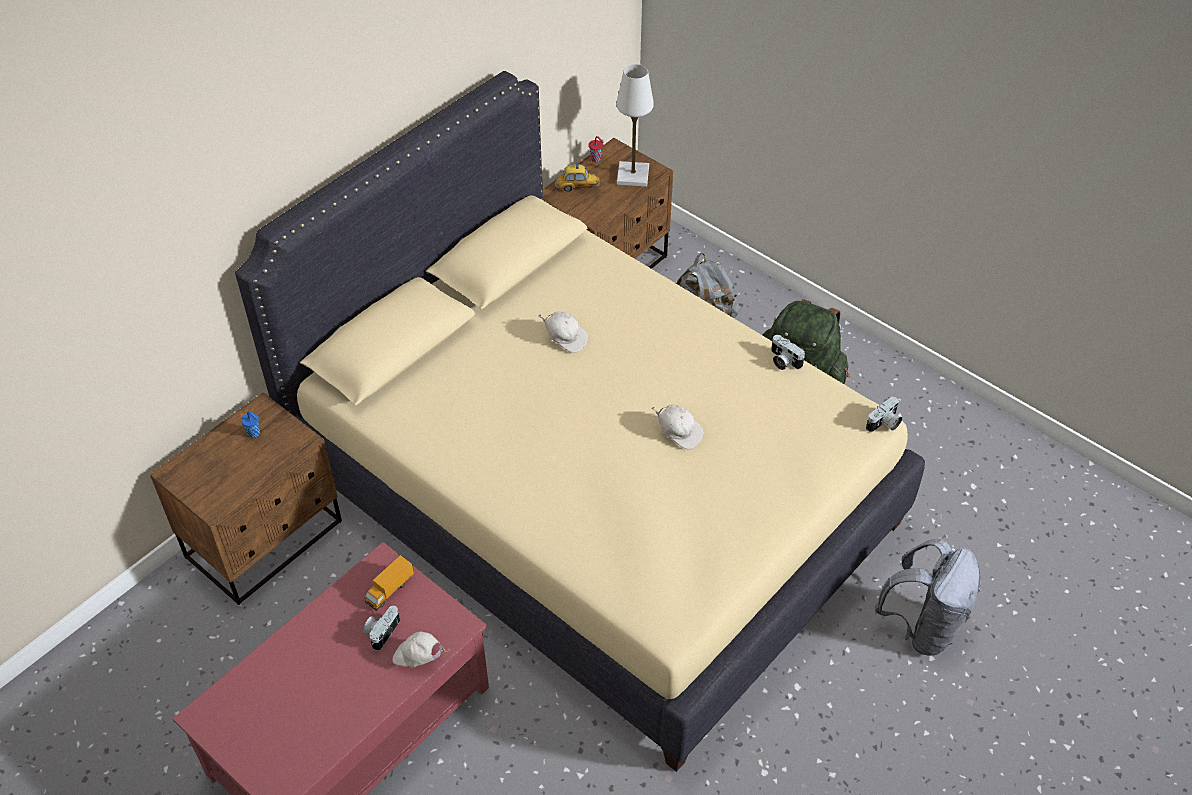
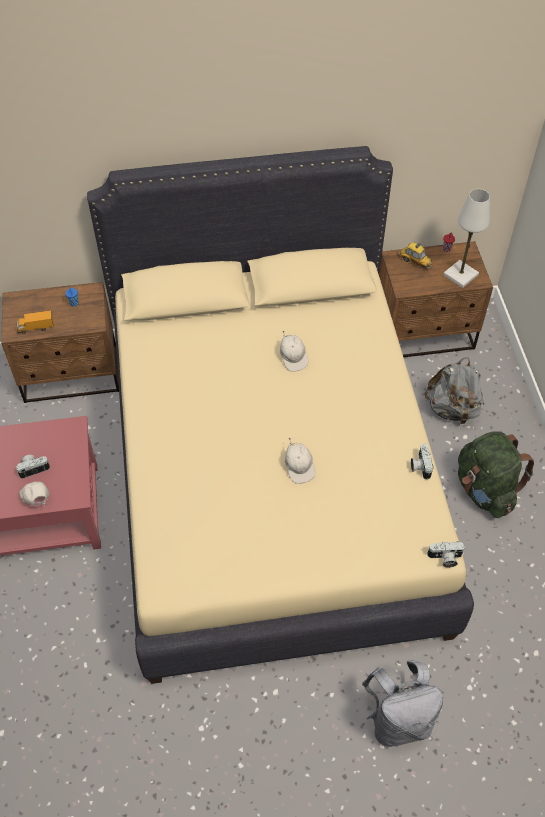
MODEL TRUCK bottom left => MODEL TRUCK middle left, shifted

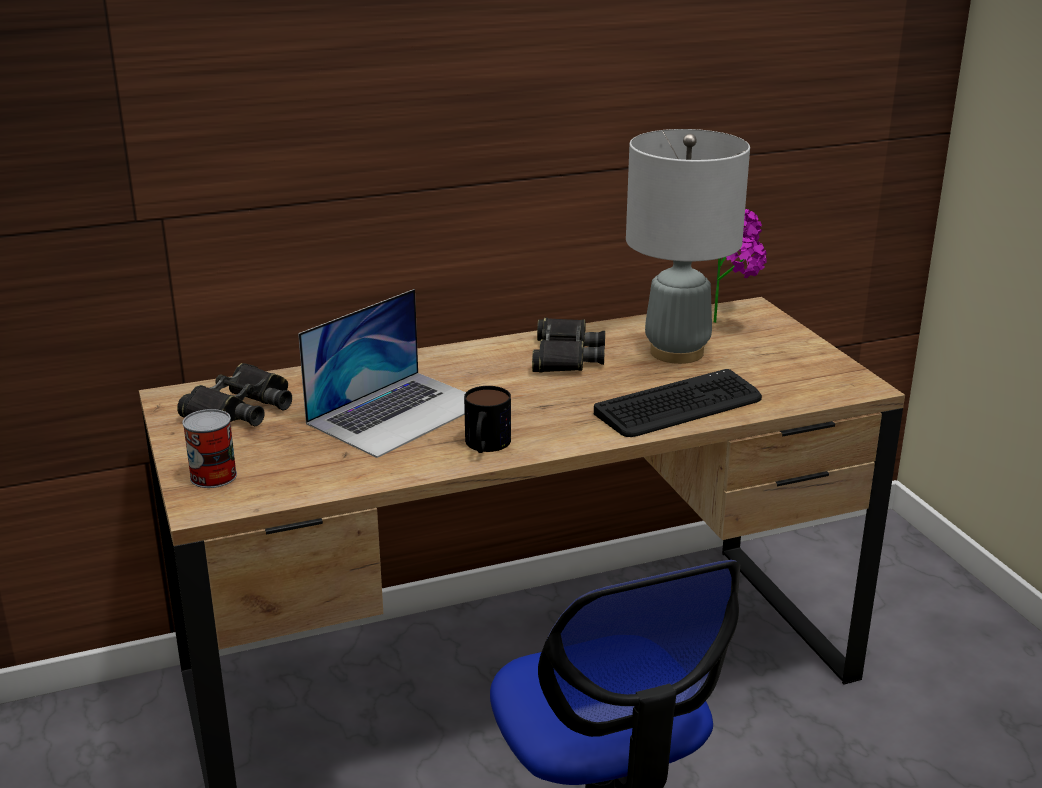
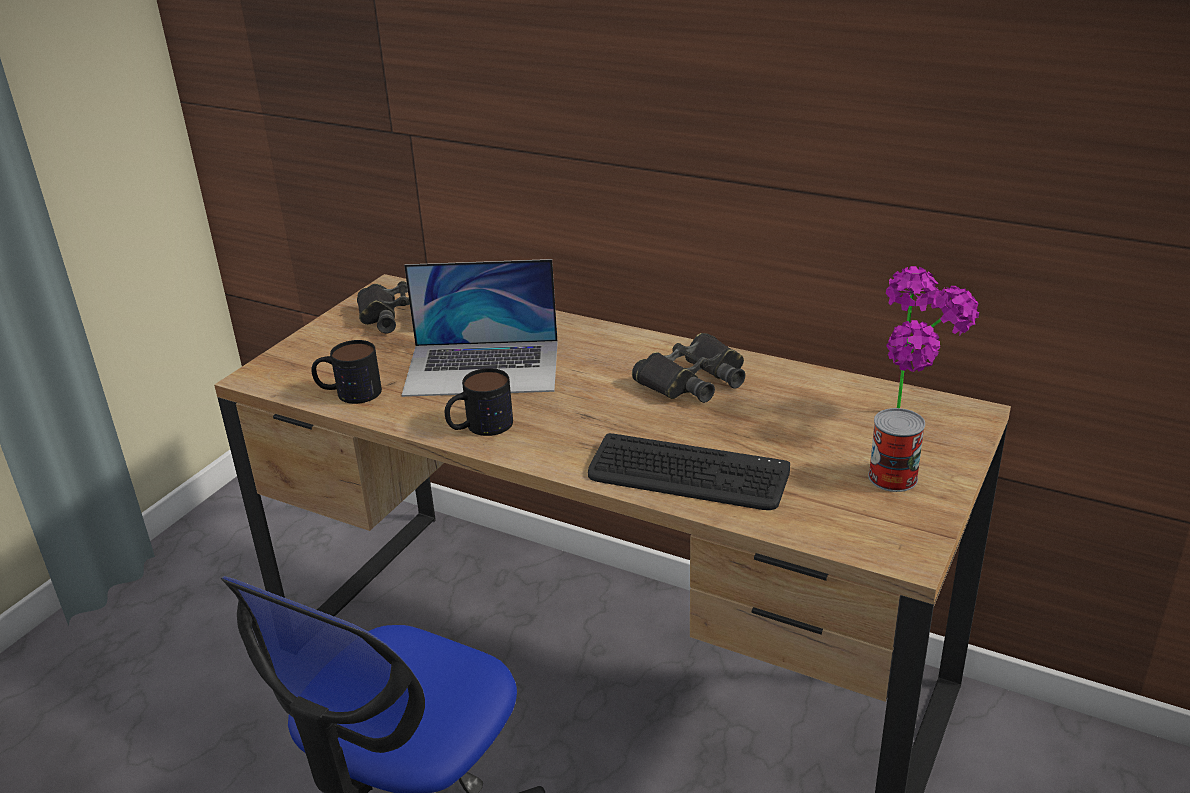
nothing => MUG (no. 1 from left) middle left
METAL CAN middle left => METAL CAN middle right, shifted
GREYISH LAMP FOR A TABLE top centre => nothing

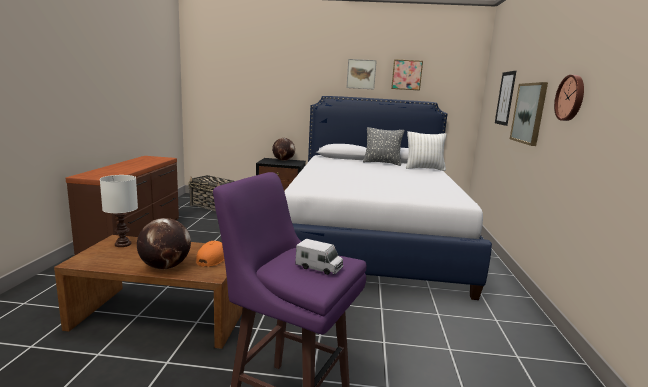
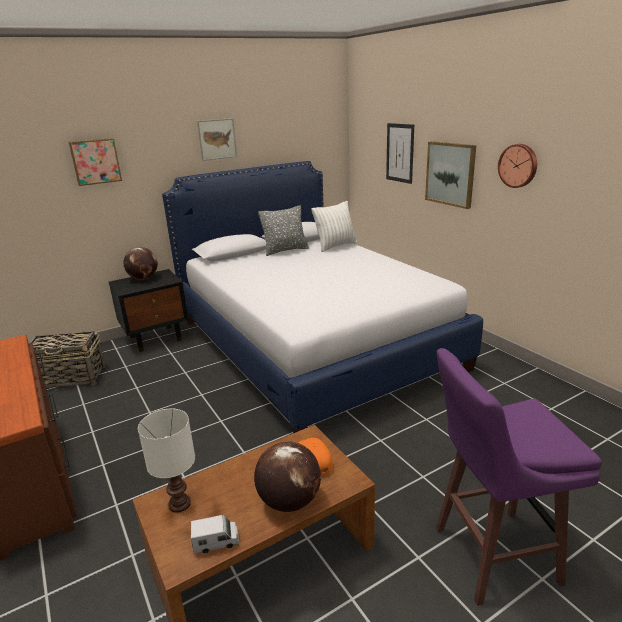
WALL PICTURE (no. 2 from left in the first image) top centre => WALL PICTURE (no. 1 from left) top left, shifted
MODEL TRUCK centre => MODEL TRUCK bottom centre, shifted

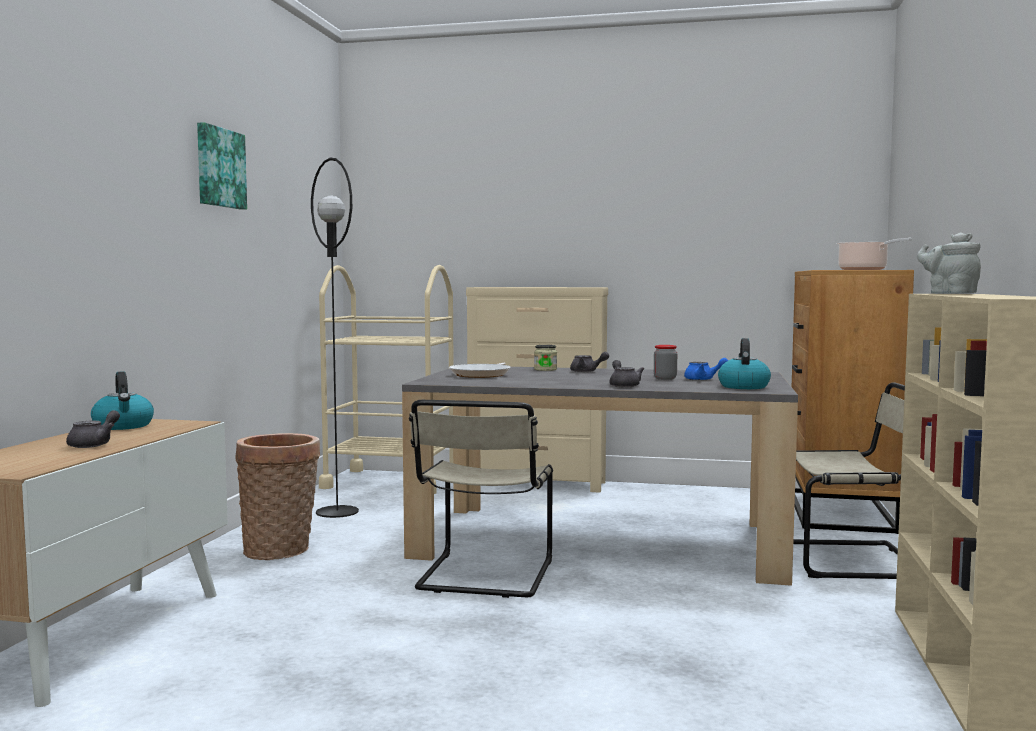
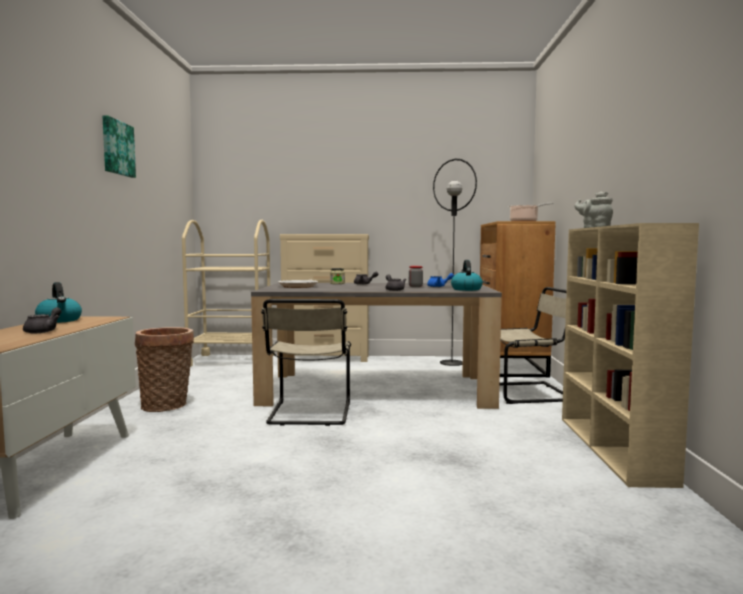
BLACK-COLOURED STANDING LAMP middle left => BLACK-COLOURED STANDING LAMP centre, shifted

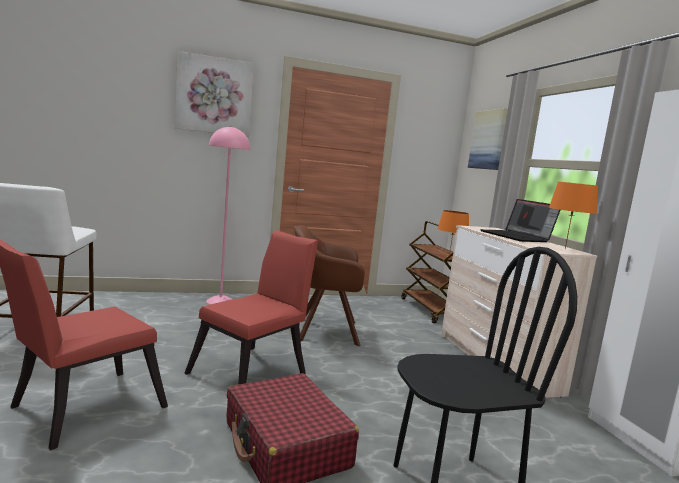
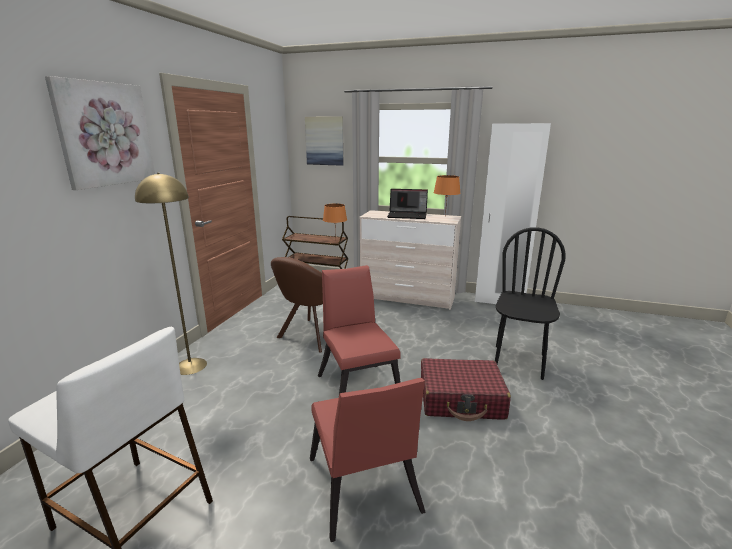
PINK-COLOURED STANDING LAMP centre => YELLOW-COLOURED STANDING LAMP middle left

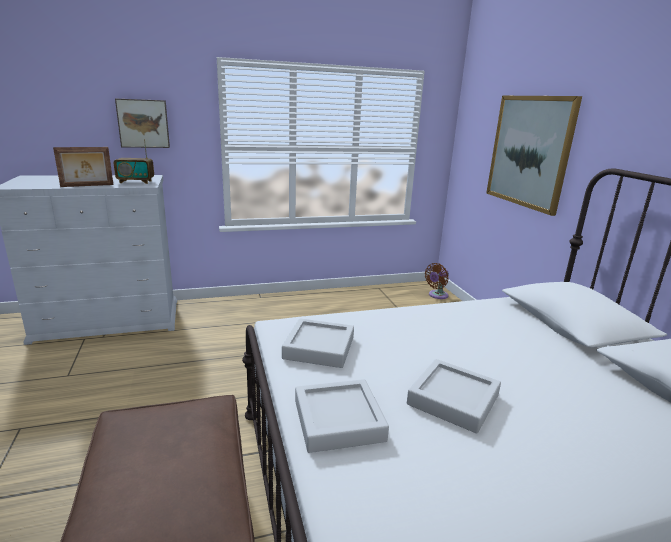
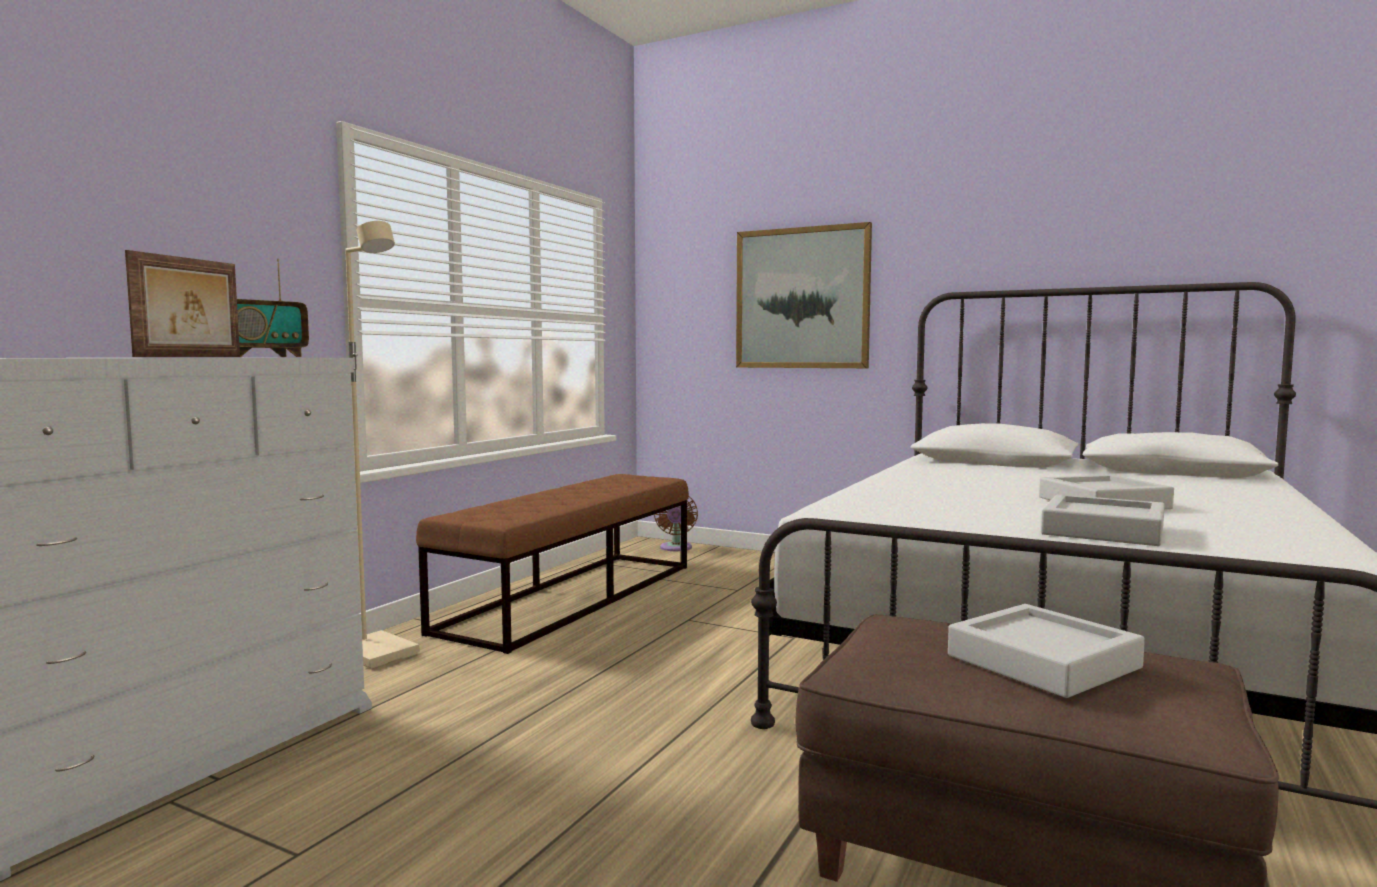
nothing => BEIGE-COLOURED STANDING LAMP middle left
nothing => BROWN LONG SEAT centre
GREYISH CARRYING TRAY (no. 1 from left) centre => GREYISH CARRYING TRAY (no. 1 from left) bottom right, shifted
WALL PICTURE (no. 1 from left) top left => nothing

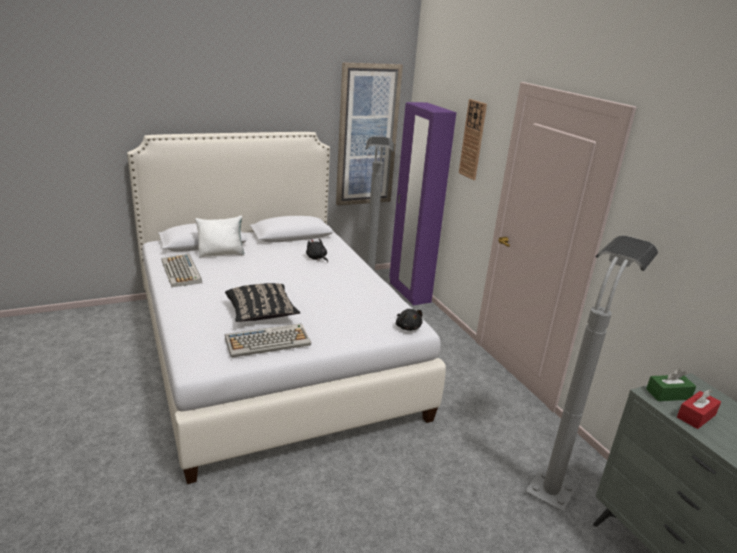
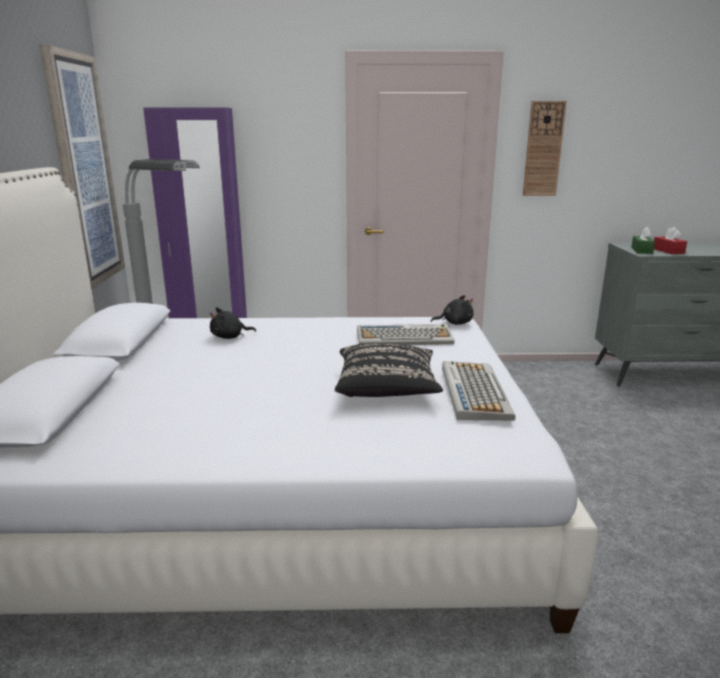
KEYBOARD (no. 1 from left) middle left => KEYBOARD (no. 1 from left) centre, shifted
CLOCK ON THE WALL top centre => CLOCK ON THE WALL top right, shifted
WHITE CUSHION middle left => nothing
GREYISH STANDING LAMP (no. 2 from left) bottom right => nothing

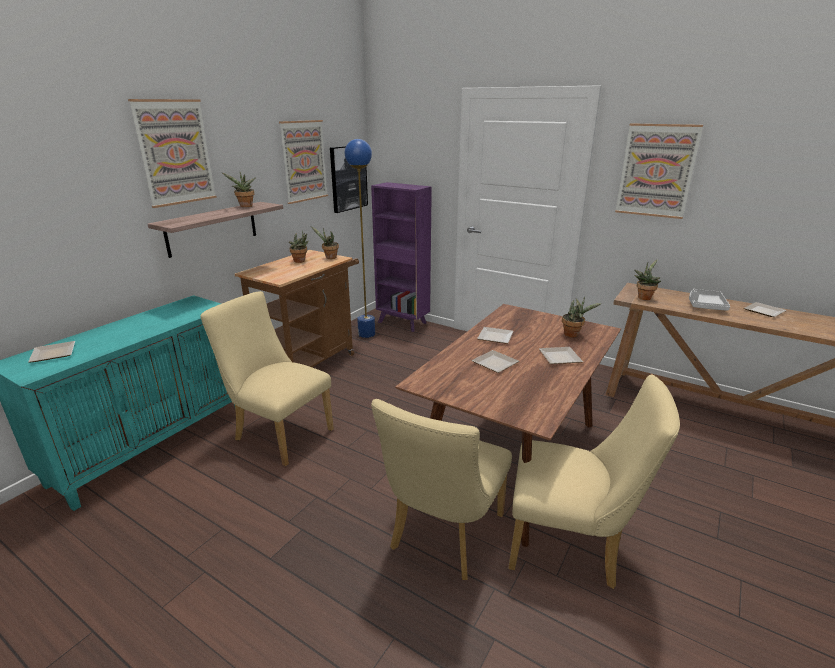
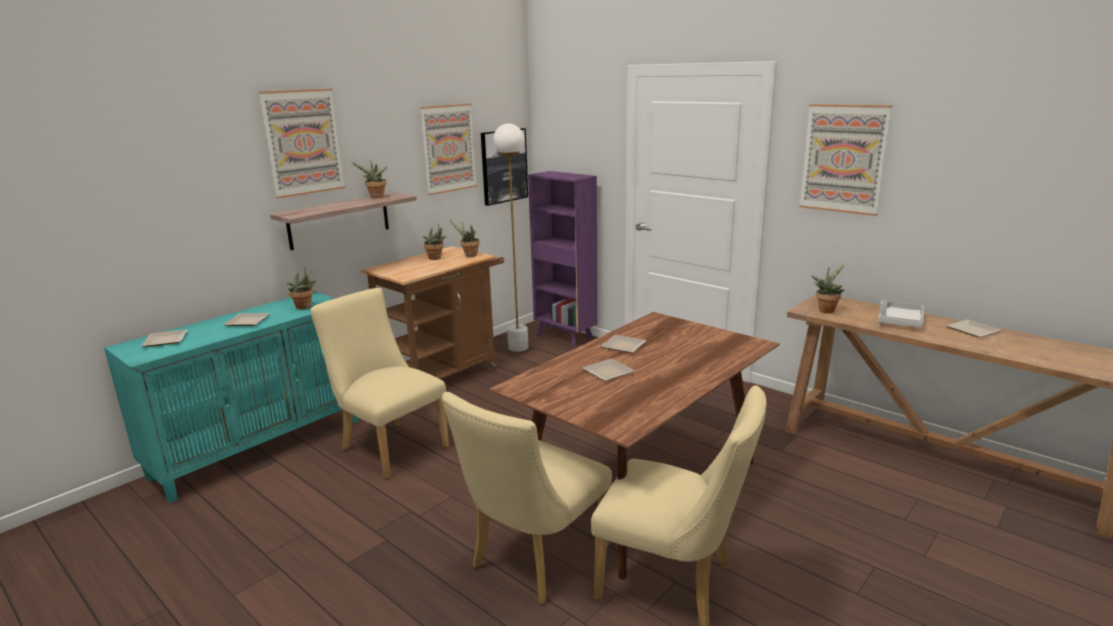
PLATE (no. 4 from left in the first image) middle right => PLATE (no. 2 from left) middle left, shifted
PLANT IN A POT (no. 4 from left in the first image) middle right => PLANT IN A POT (no. 1 from left) middle left, shifted
BLUE-COLOURED STANDING LAMP centre => WHITE STANDING LAMP centre

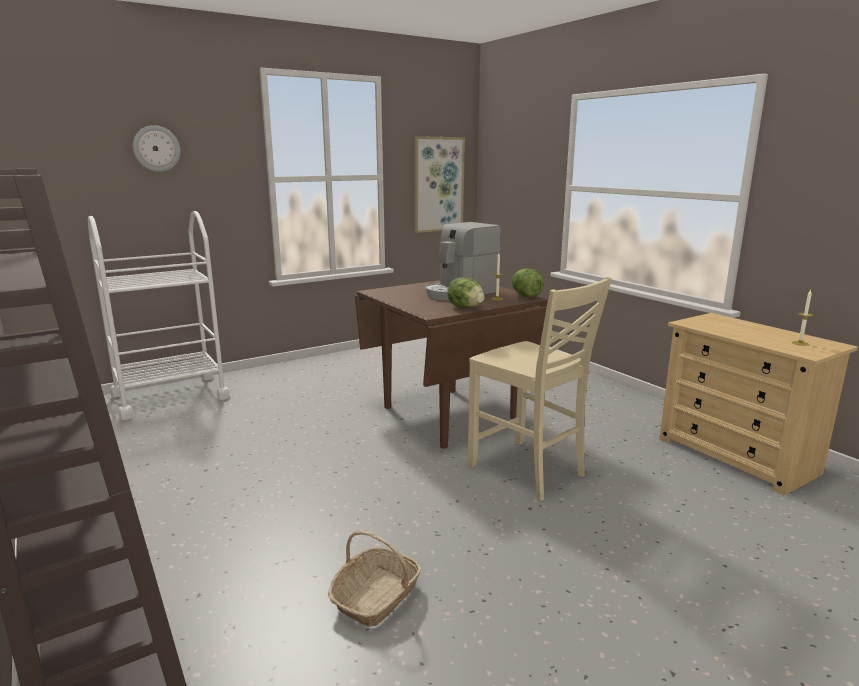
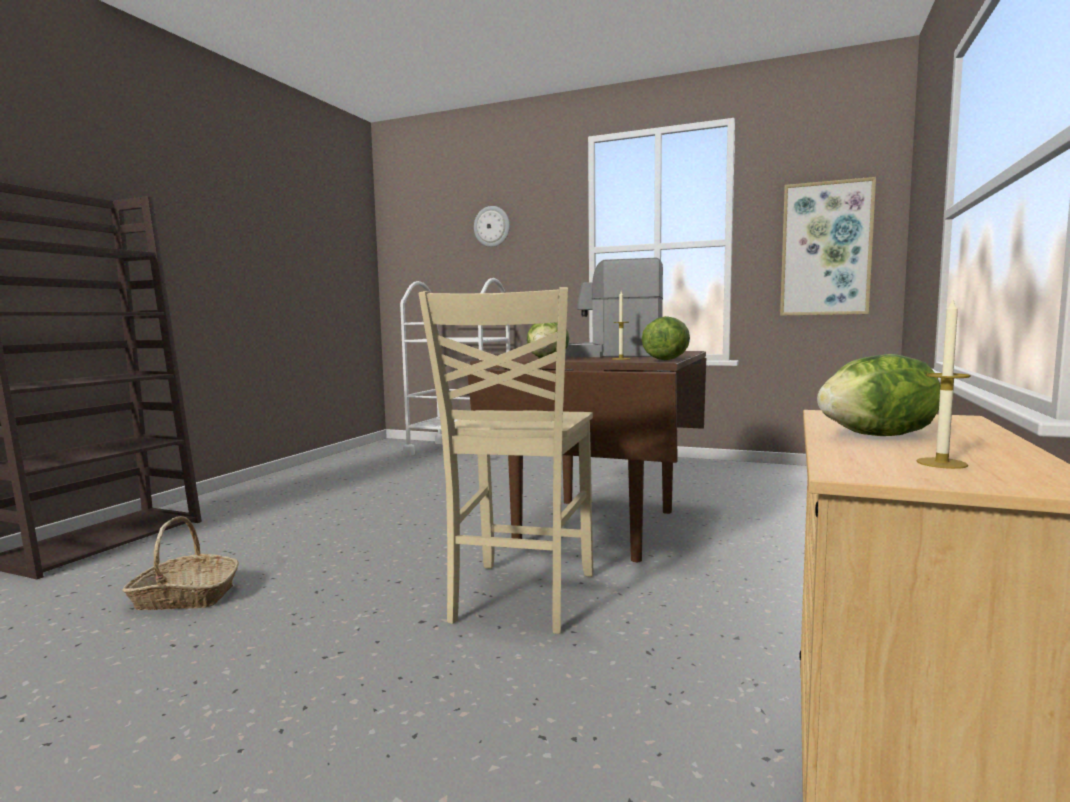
nothing => HEAD OF LETTUCE (no. 3 from left) middle right

